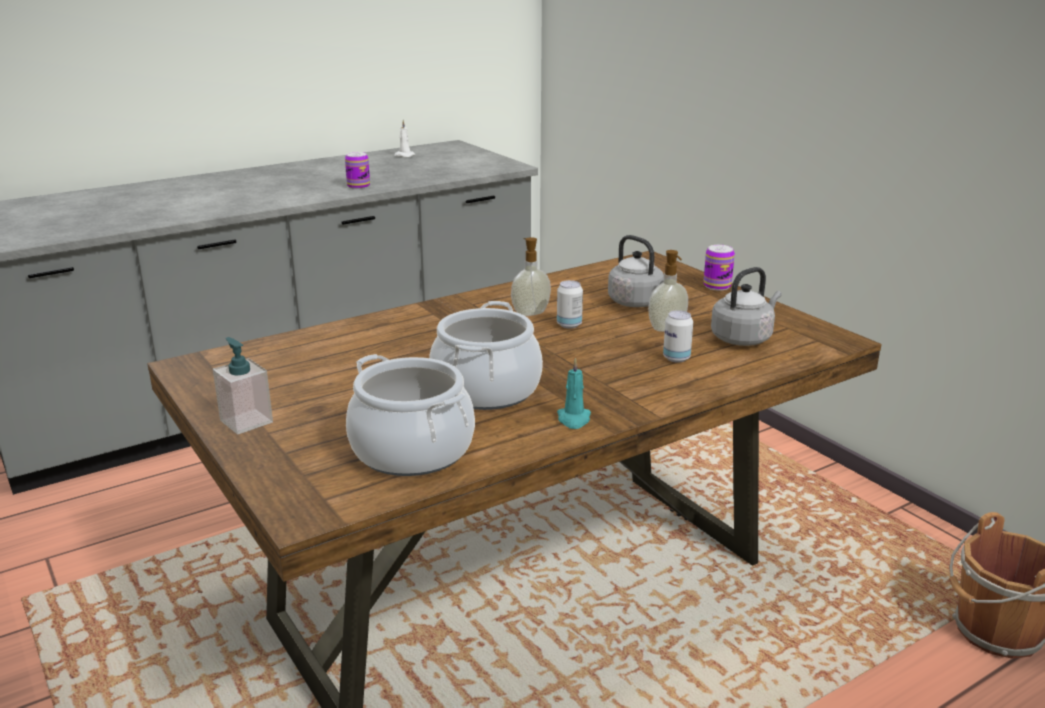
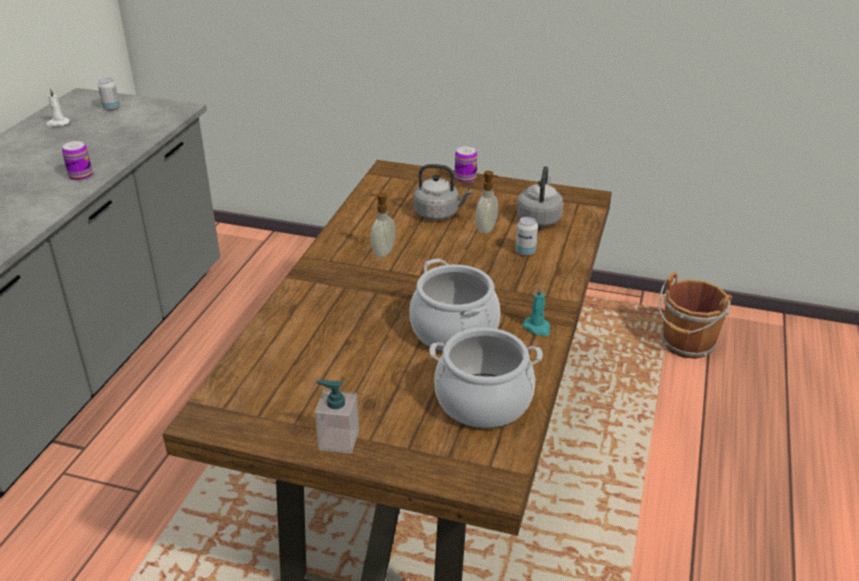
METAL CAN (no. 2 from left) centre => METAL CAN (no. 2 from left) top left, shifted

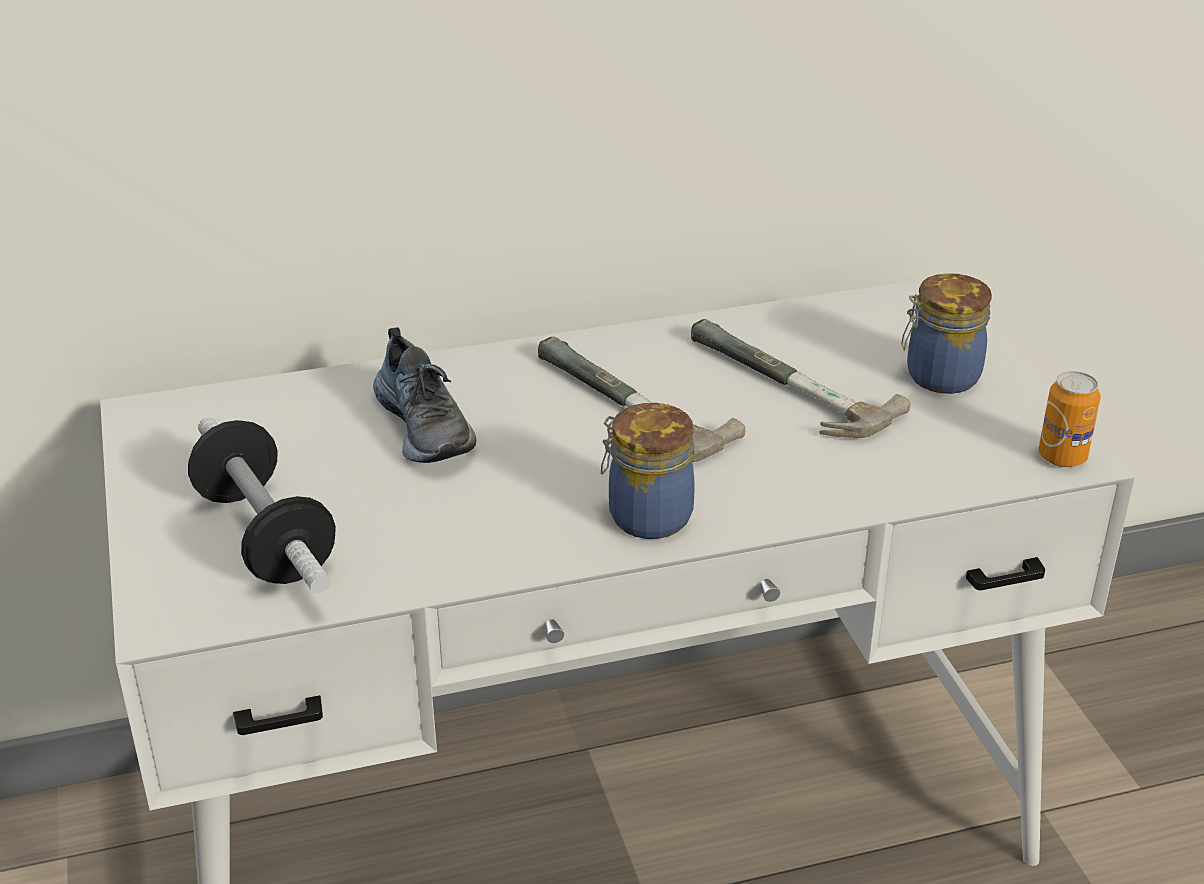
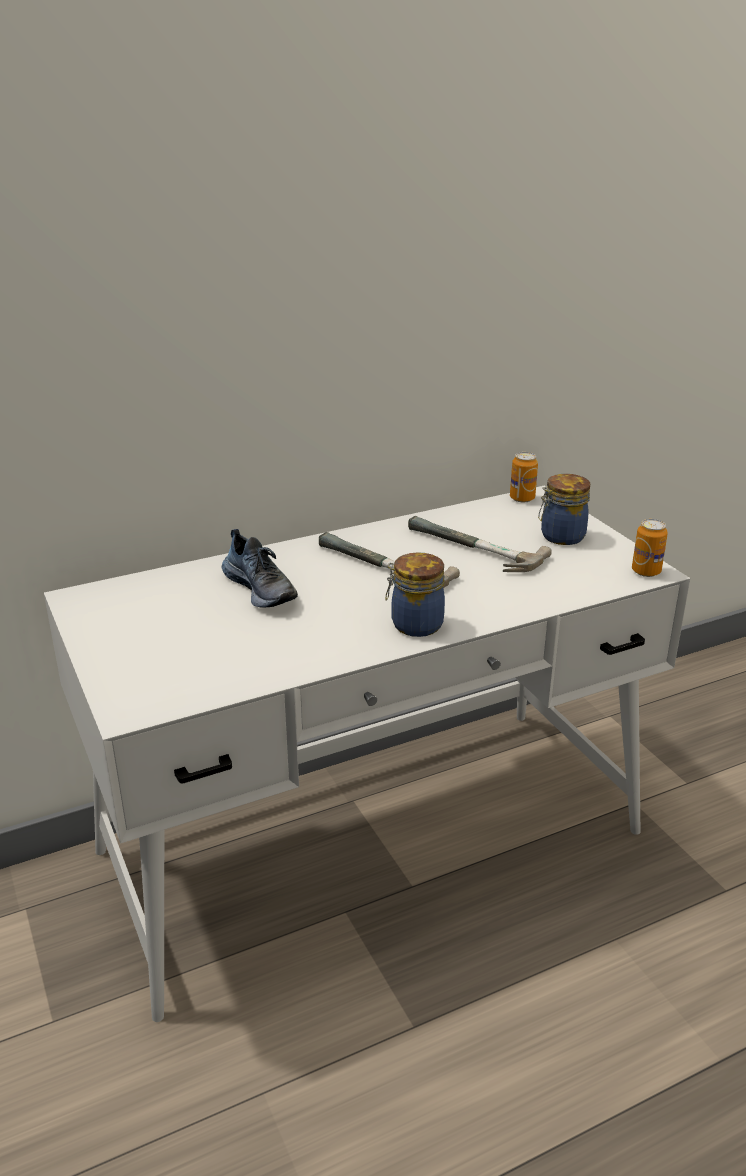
nothing => METAL CAN (no. 1 from left) middle right
FREE WEIGHT middle left => nothing

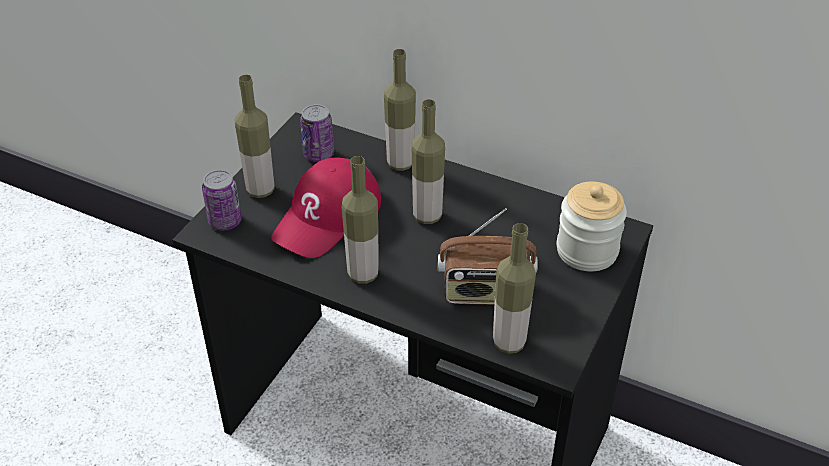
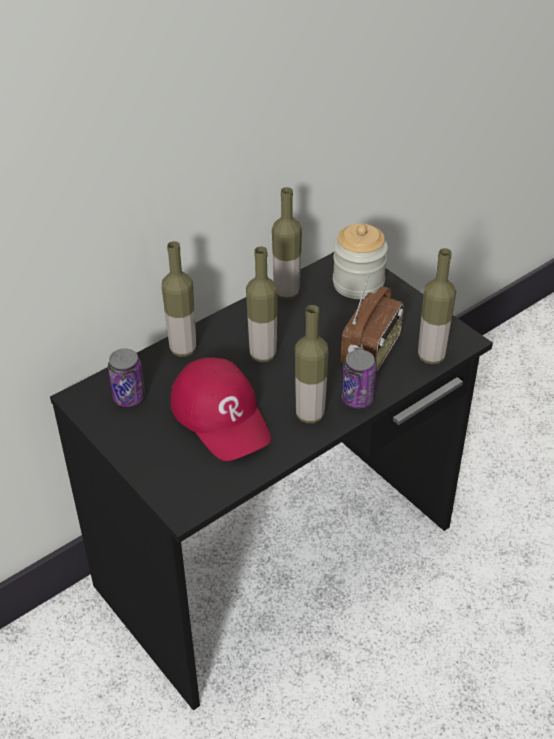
BOTTLE (no. 1 from left in the first image) top left => BOTTLE (no. 3 from left) top centre, shifted
METAL CAN (no. 1 from left in the first image) middle left => METAL CAN (no. 2 from left) centre, shifted

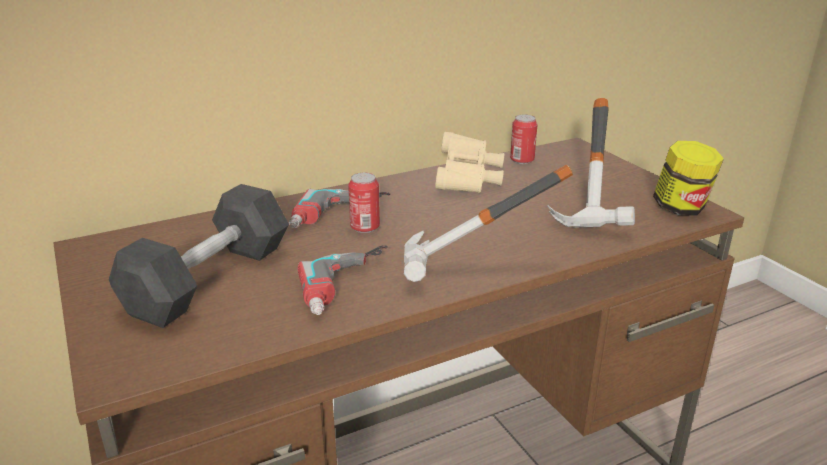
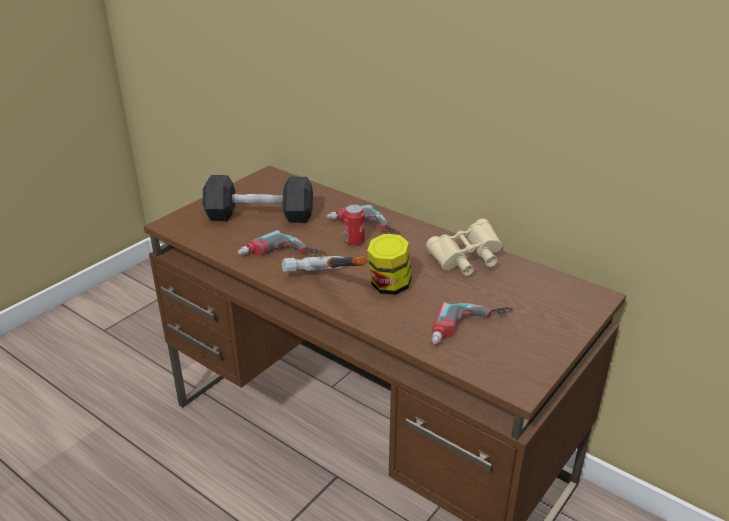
PRESERVE JAR middle right => PRESERVE JAR centre, shifted
HAMMER (no. 2 from left) middle right => DRILL (no. 3 from left) centre
METAL CAN (no. 2 from left) top centre => nothing

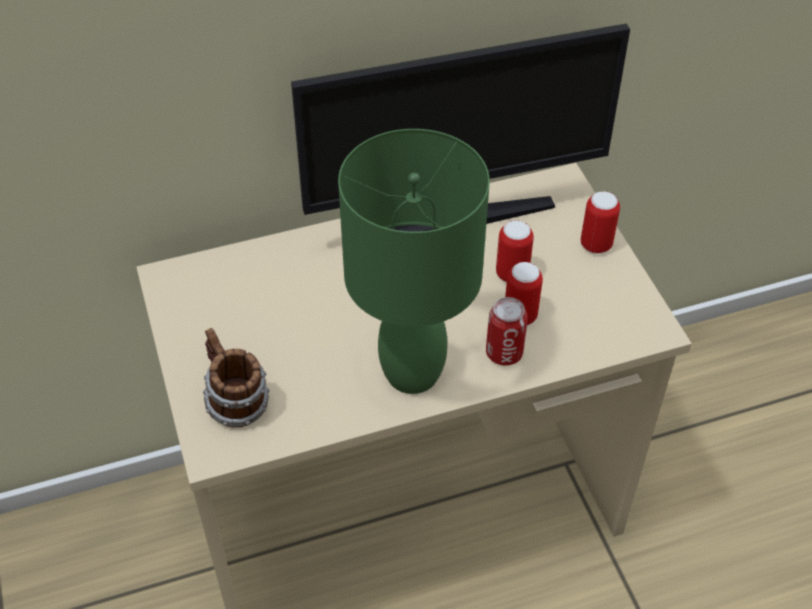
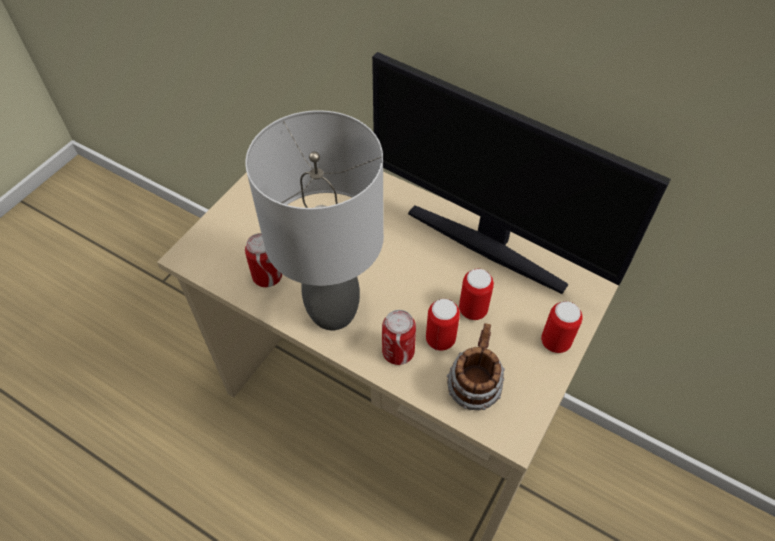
GREEN LAMP FOR A TABLE centre => GREYISH LAMP FOR A TABLE centre
nothing => METAL CAN (no. 1 from left) centre
MUG middle left => MUG bottom centre, shifted

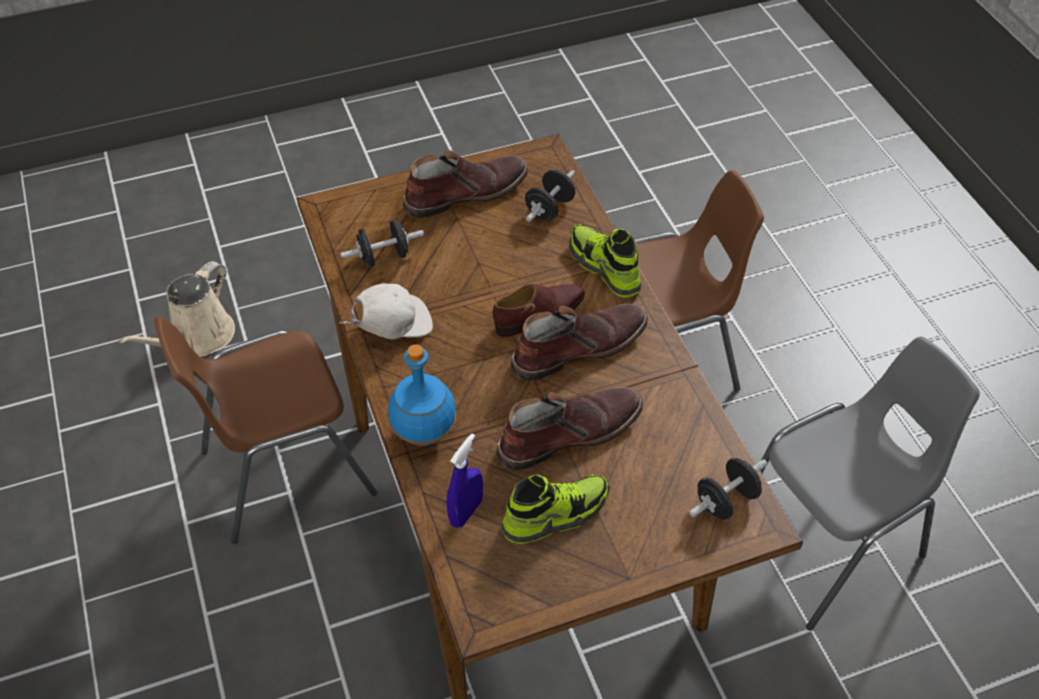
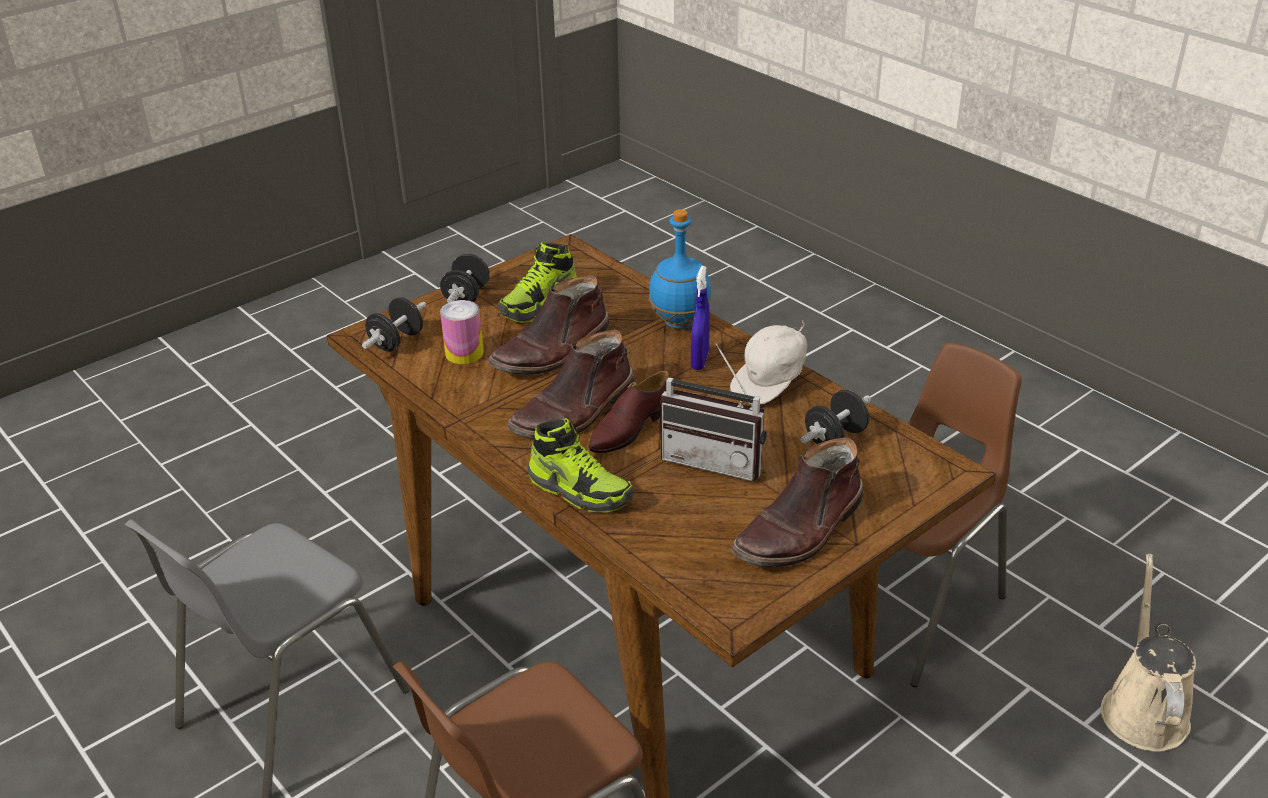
BLACK-COLOURED FREE WEIGHT (no. 2 from left) top centre => BLACK-COLOURED FREE WEIGHT (no. 2 from left) centre, shifted
nothing => METAL CAN centre
nothing => RADIO SET centre
BLUE-COLOURED HAND SPRAYER bottom centre => BLUE-COLOURED HAND SPRAYER centre, shifted

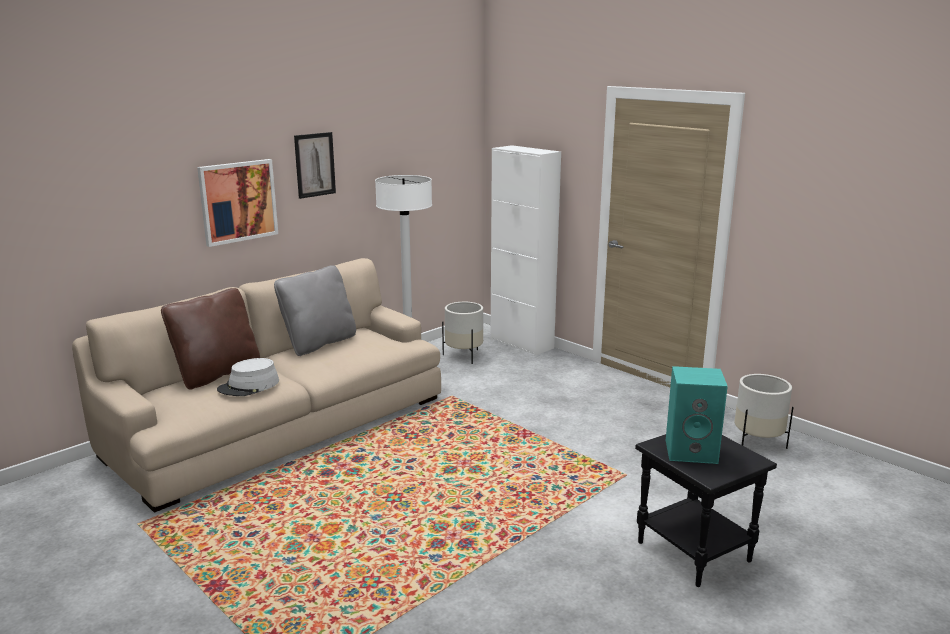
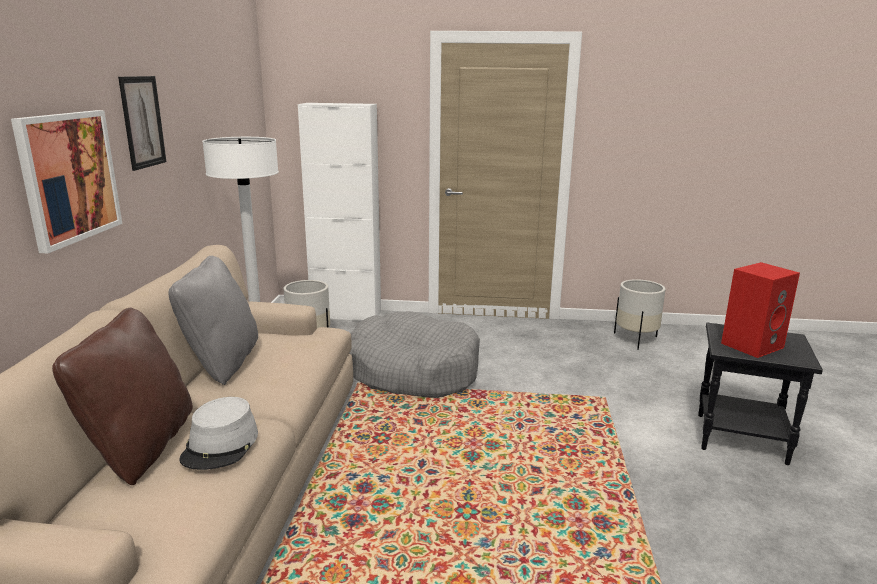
nothing => GREYISH PET BED centre
BLUE-GREEN LOUDSPEAKER middle right => RED LOUDSPEAKER middle right

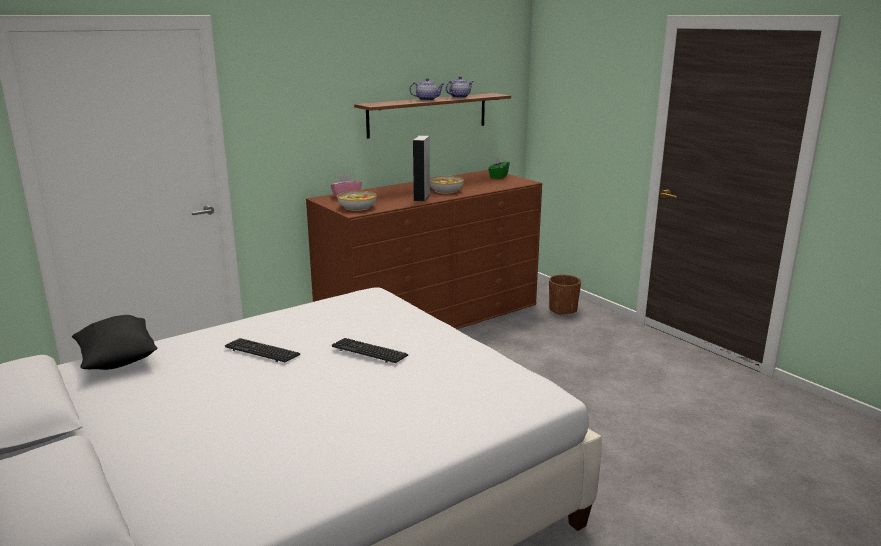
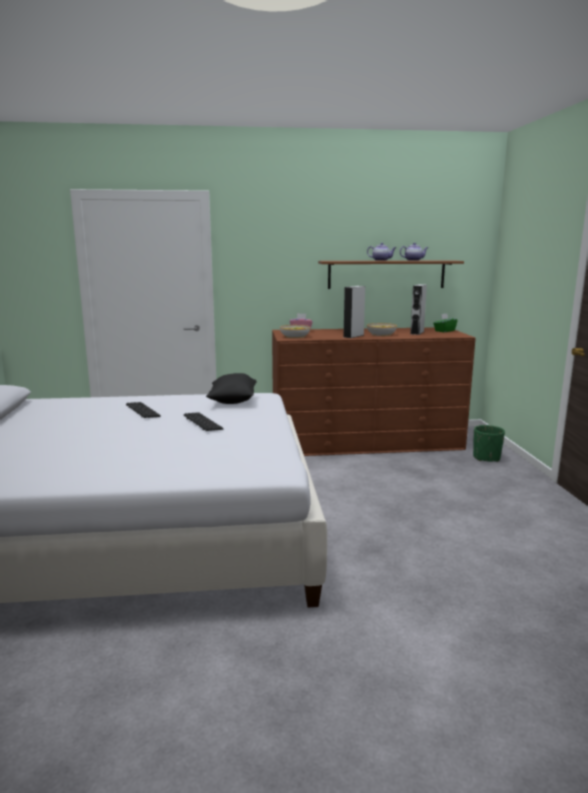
BLACK-COLOURED CUSHION middle left => BLACK-COLOURED CUSHION centre, shifted
nothing => GREYISH LOUDSPEAKER (no. 2 from left) middle right
BROWN FLOWER POT centre => GREEN FLOWER POT middle right

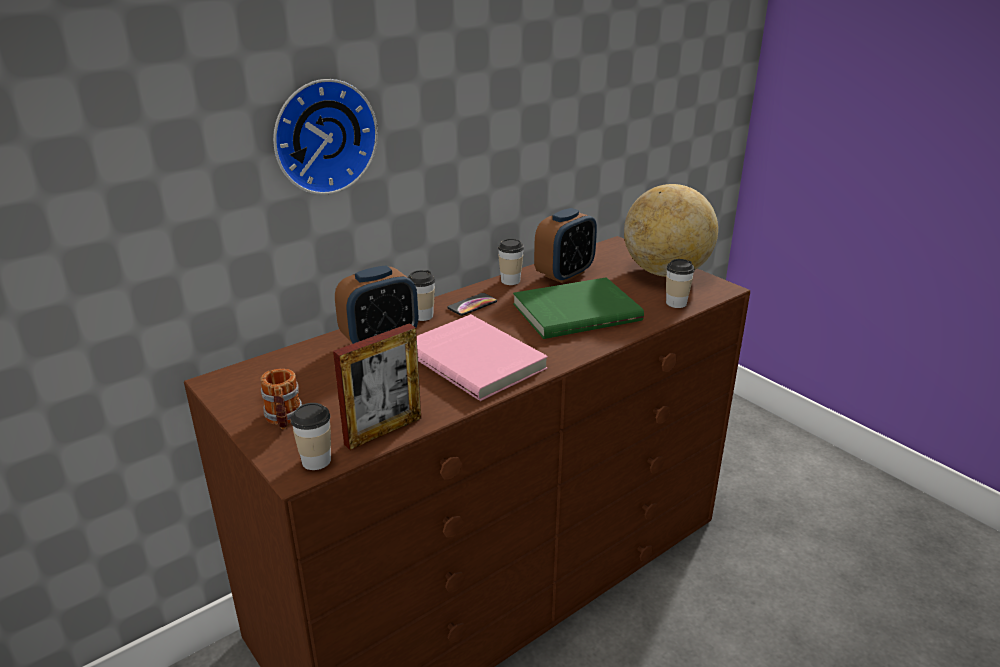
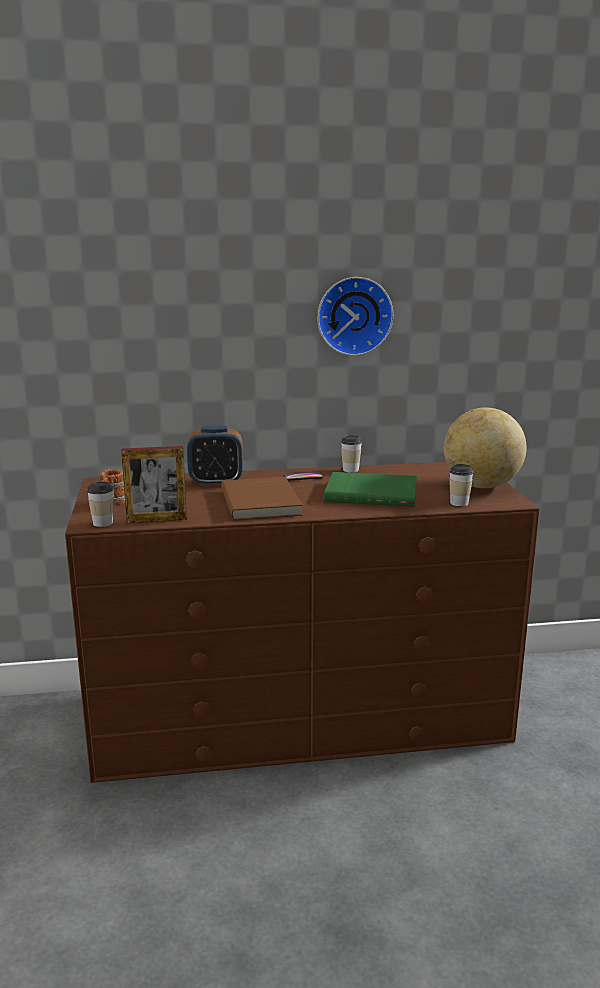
PINK-COLOURED BOOK centre => BROWN BOOK centre
CLOCK ON THE WALL top left => CLOCK ON THE WALL top centre, shifted
SMALL CUP (no. 2 from left) centre => nothing
BEDSIDE CLOCK (no. 2 from left) centre => nothing

